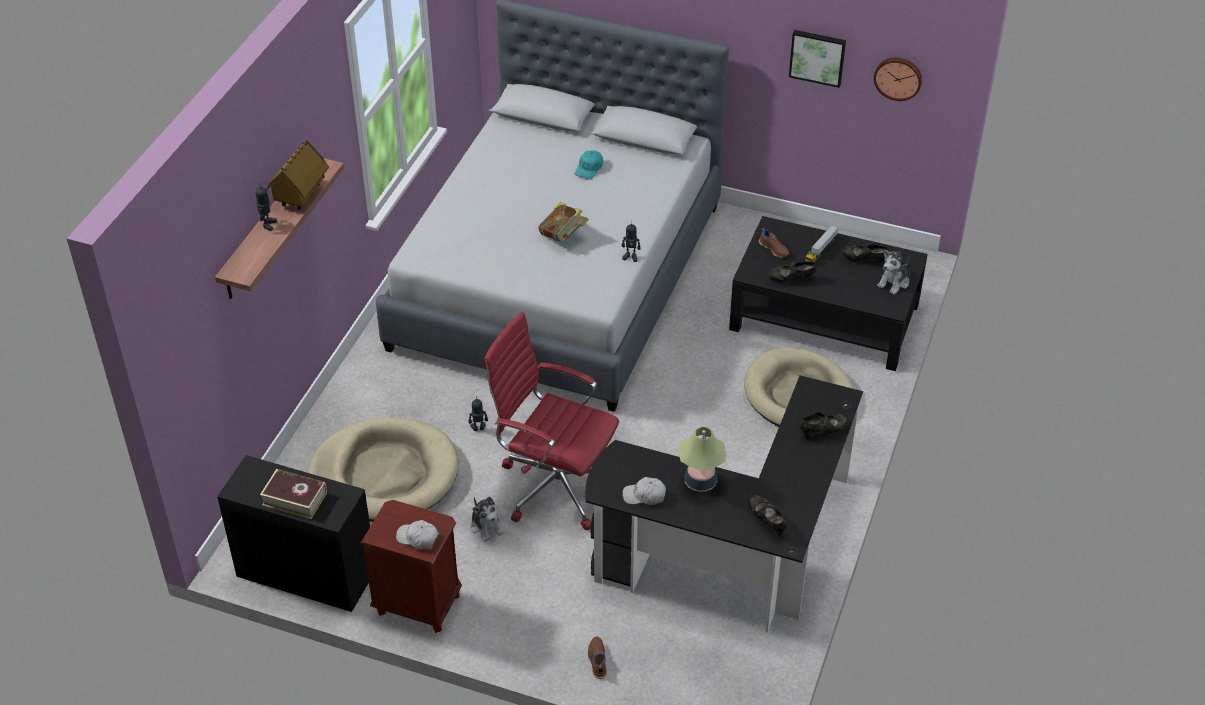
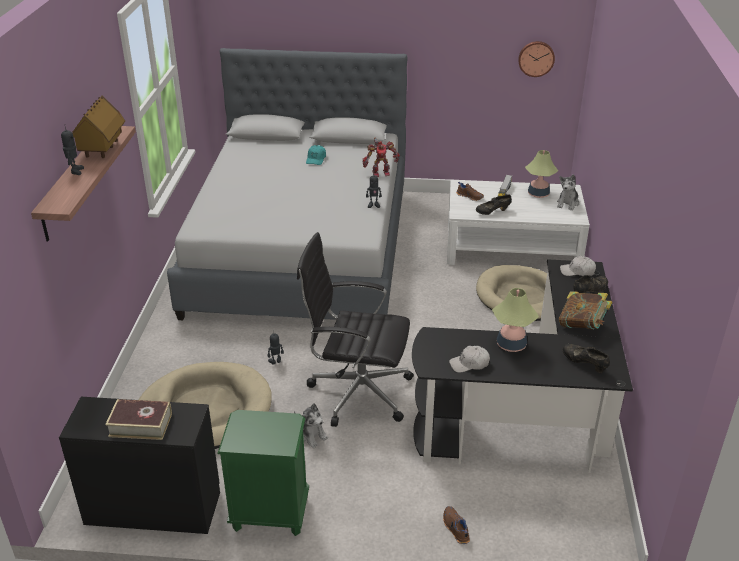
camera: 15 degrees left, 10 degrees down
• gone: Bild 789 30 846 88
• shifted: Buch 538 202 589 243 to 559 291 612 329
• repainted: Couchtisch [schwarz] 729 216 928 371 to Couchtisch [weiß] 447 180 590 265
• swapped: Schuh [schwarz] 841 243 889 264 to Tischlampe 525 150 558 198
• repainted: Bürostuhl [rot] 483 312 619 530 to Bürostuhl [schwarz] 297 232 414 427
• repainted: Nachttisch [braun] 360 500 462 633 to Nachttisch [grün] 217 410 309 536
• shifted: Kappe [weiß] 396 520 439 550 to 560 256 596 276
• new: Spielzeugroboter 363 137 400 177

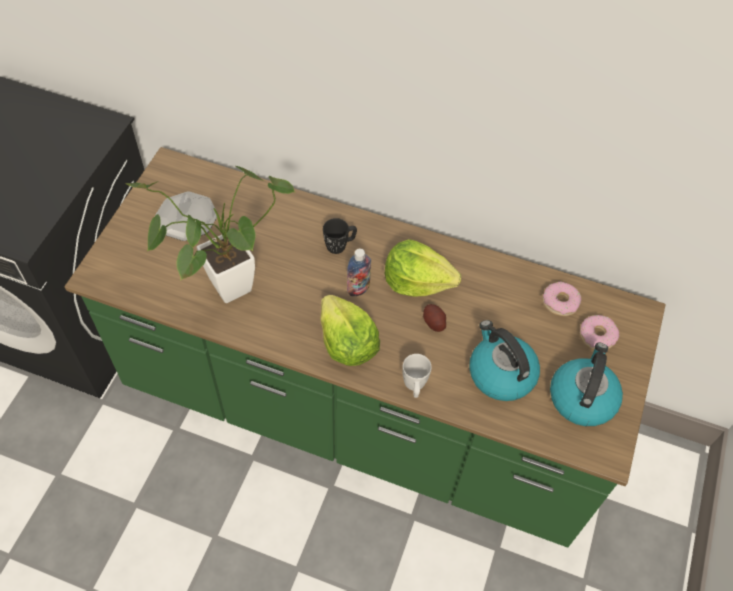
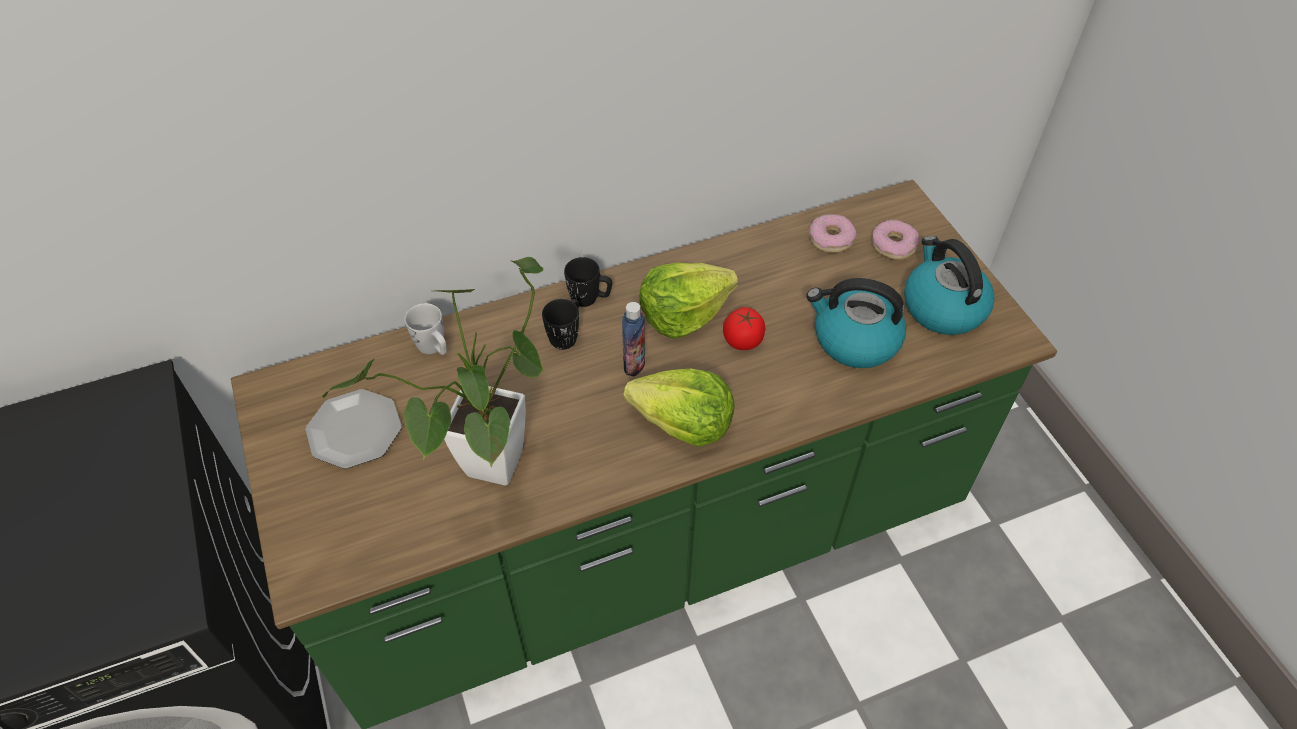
camera: 40 degrees left, 5 degrees down
• swapped: Kartoffel 423 304 446 332 to Tomate 723 307 766 350
• shifted: Henkelbecher [weiß] 403 354 432 398 to 405 303 447 355
• new: Henkelbecher [schwarz] 564 257 612 307

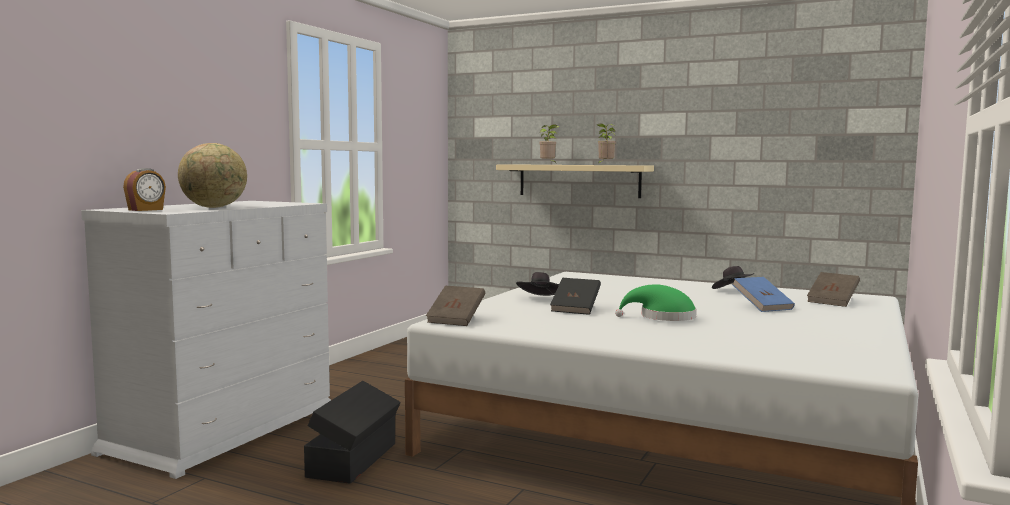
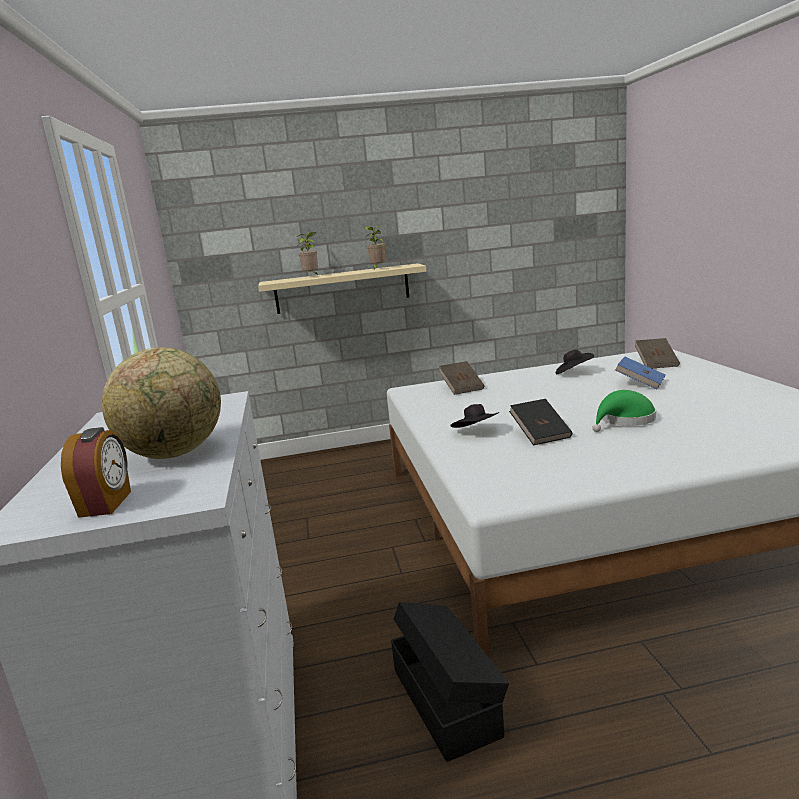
camera: 35 degrees left, 10 degrees up
• shifted: Buch [braun] 426 286 485 326 to 439 361 484 395

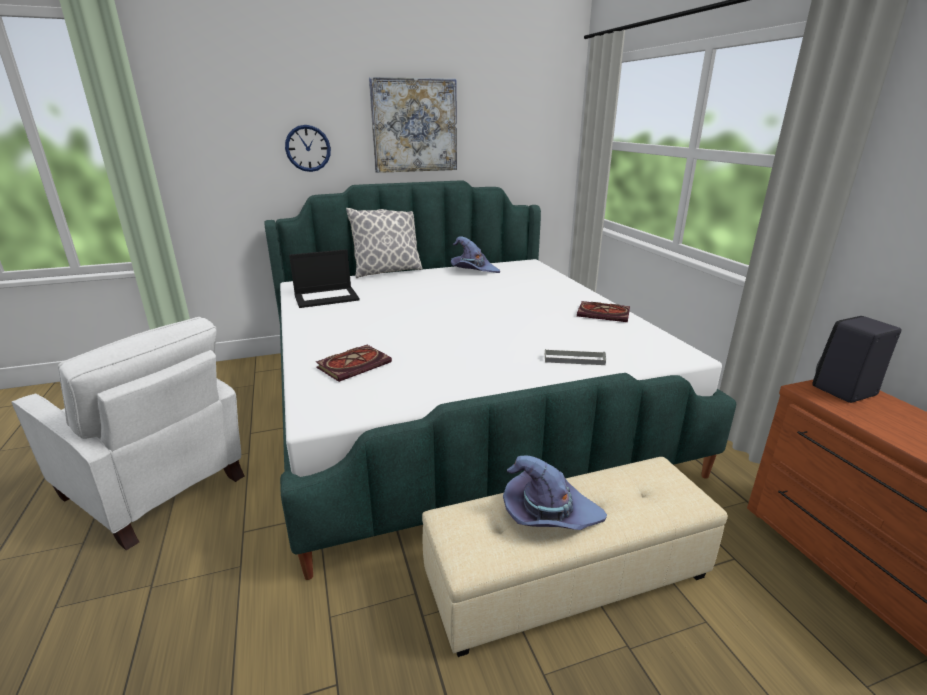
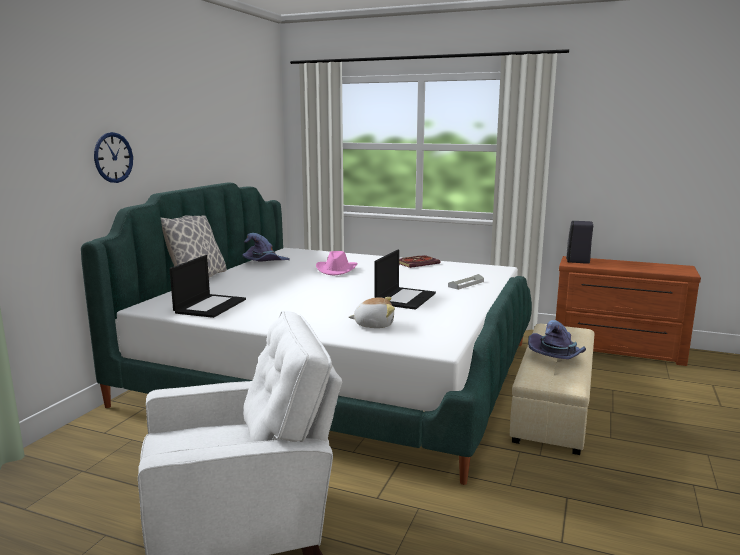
camera: 50 degrees left, 10 degrees down
• gone: Bild 369 77 457 173
• swapped: Buch 316 345 392 382 to Plüschtier 349 297 395 328
• new: Laptop 374 250 436 310
• new: Hut [rosa] 316 251 357 276

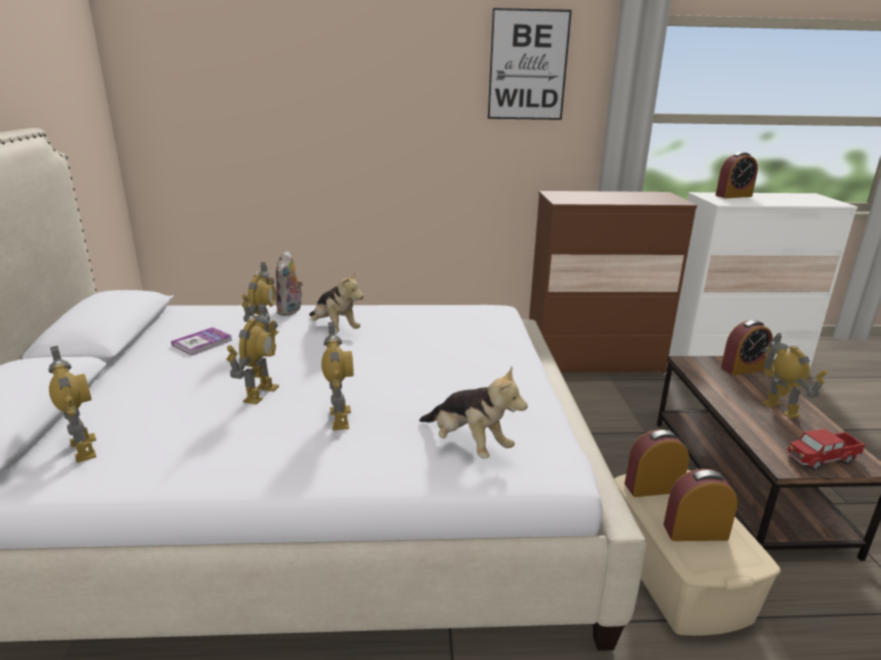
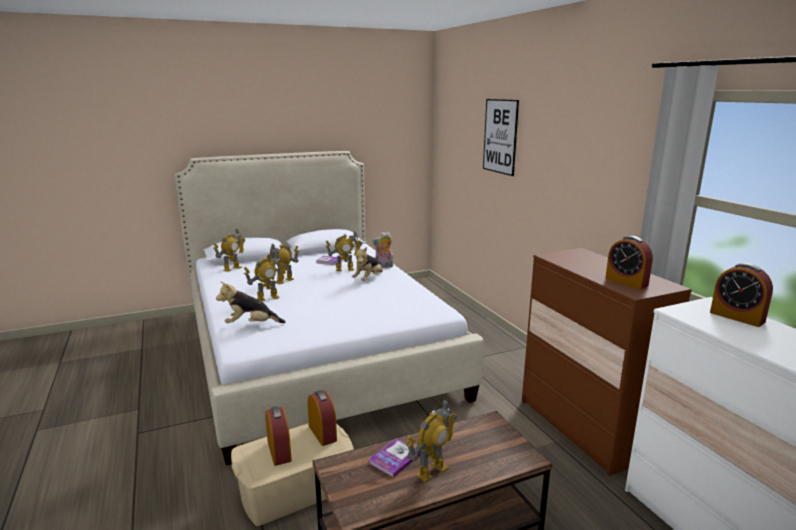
camera: 70 degrees right, 5 degrees down
• shifted: Bild 488 8 572 120 to 483 99 519 176
• rotated: Spielzeugroboter 227 303 279 404 = 267 244 299 284 135 degrees clockwise
• shifted: Wecker 721 320 773 376 to 605 236 653 289
• rotated: Plüschtier 419 367 528 459 = 216 281 286 323 60 degrees clockwise
• gone: Spielzeuglaster 786 429 865 471
• new: Buch 368 438 421 478

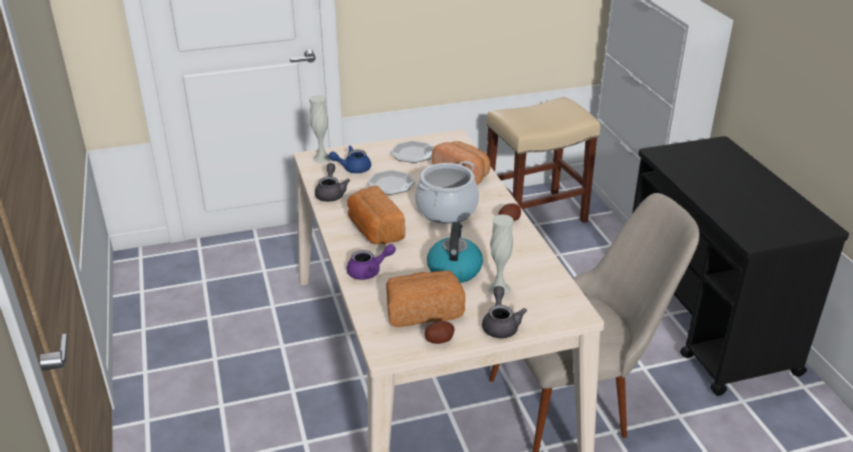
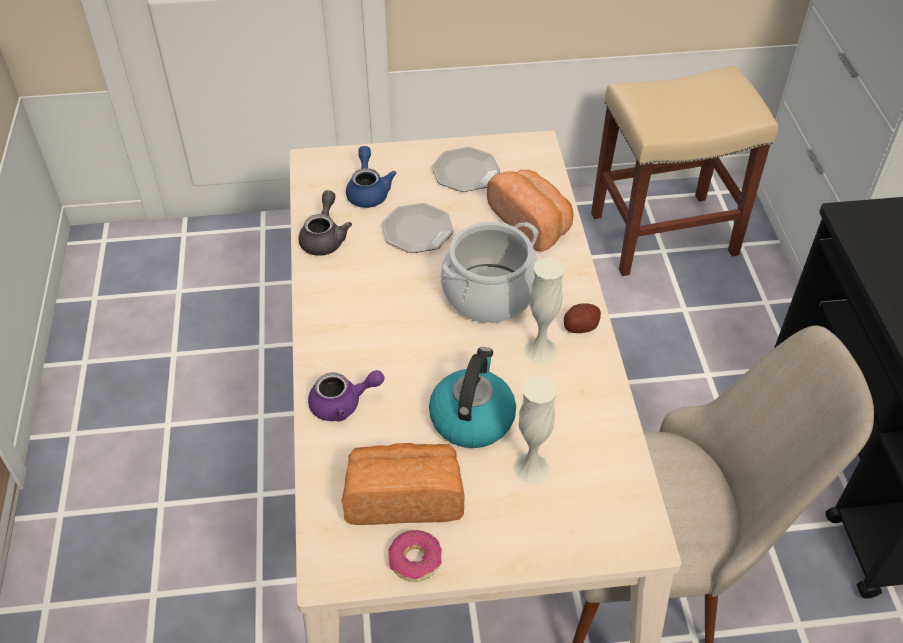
camera: 10 degrees right, 15 degrees up
• shifted: Vase [weiß] 309 95 330 163 to 524 258 565 363
• rotated: Teekanne [blau] 328 145 371 173 = 346 146 396 208 90 degrees clockwise
• gone: Brot 347 186 405 244
• gone: Teekanne [grau] 482 286 527 339
• swapped: Kartoffel 425 321 455 344 to Donut 388 530 442 582

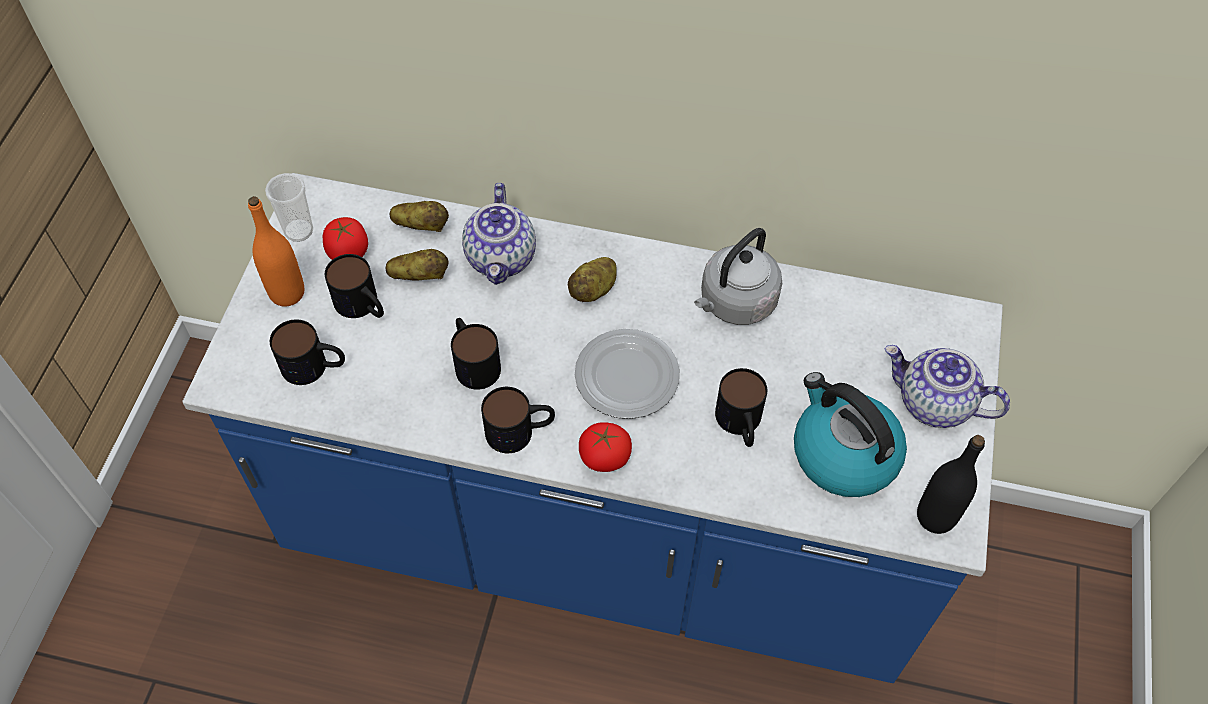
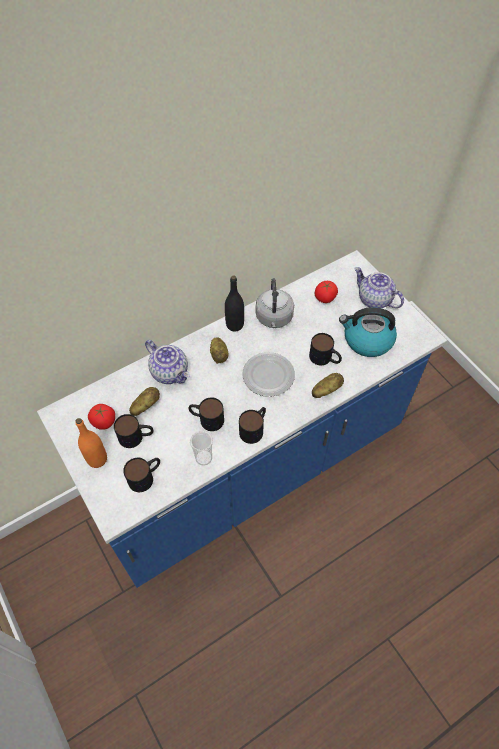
camera: 45 degrees left, 0 degrees up
• shifted: Tasse 265 173 313 242 to 190 431 213 465
• shifted: Kartoffel 390 201 449 232 to 312 373 344 398
• rotated: Teekanne 885 345 1010 428 = 354 267 404 308 60 degrees clockwise
• shifted: Tomate 579 422 632 472 to 315 281 338 303
• shifted: Flasche [schwarz] 917 435 985 534 to 225 275 244 331

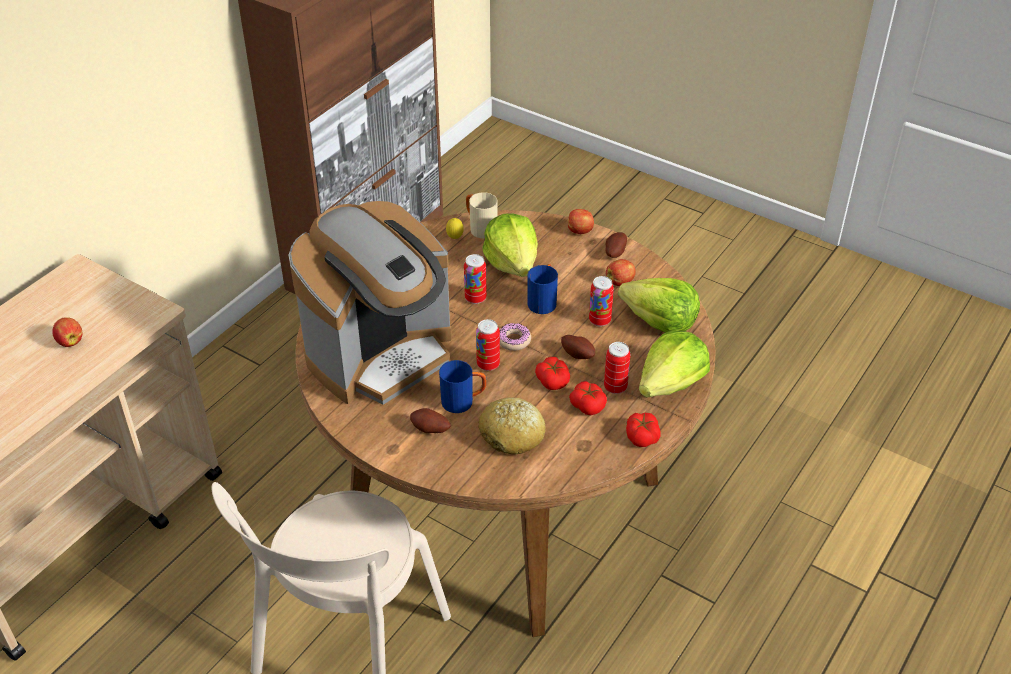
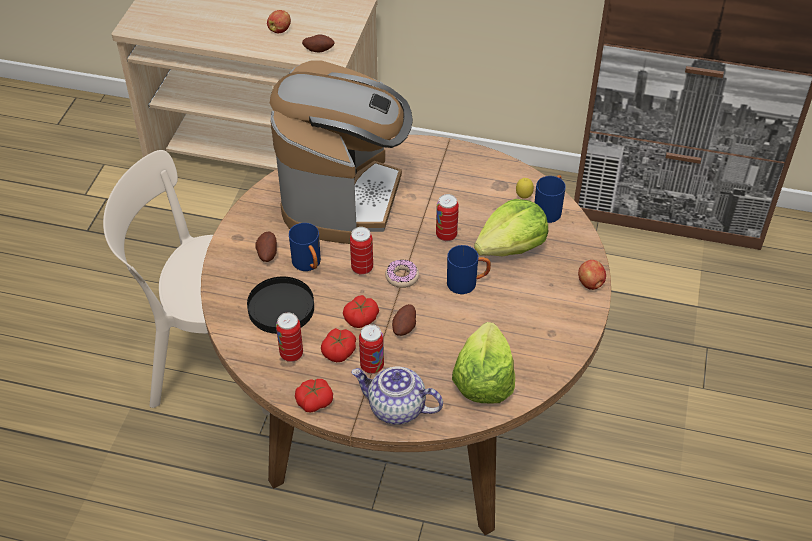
camera: 70 degrees right, 5 degrees up
• repainted: Henkelbecher [beige] 466 192 497 239 to Henkelbecher [blau] 535 175 566 223
• rotated: Kaffeemaschine 289 201 452 405 = 270 61 413 244 105 degrees counterclockwise
• shifted: Kartoffel 606 232 627 258 to 302 34 335 52
• gone: Apfel 606 259 636 286
• shifted: Dose 589 276 614 327 to 276 313 303 362
• swapped: Salatkopf 639 331 710 397 to Teekanne 351 367 443 425
• swapped: Brot 478 398 546 454 to Teller [schwarz] 247 277 314 334

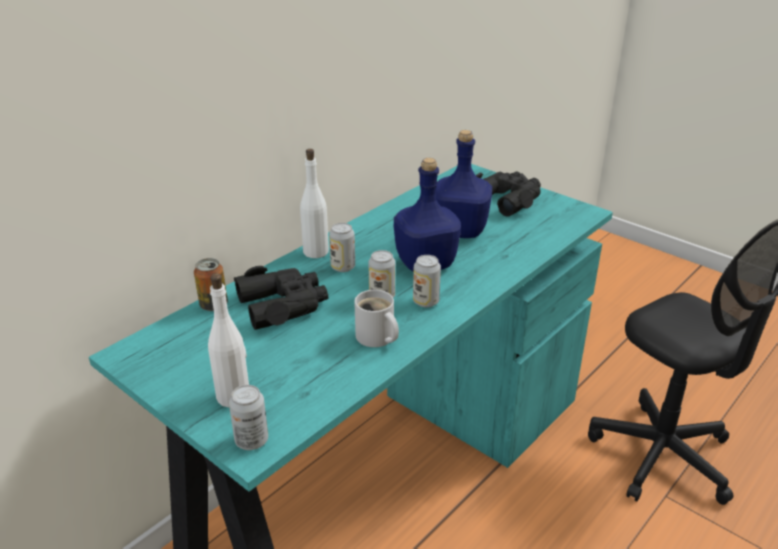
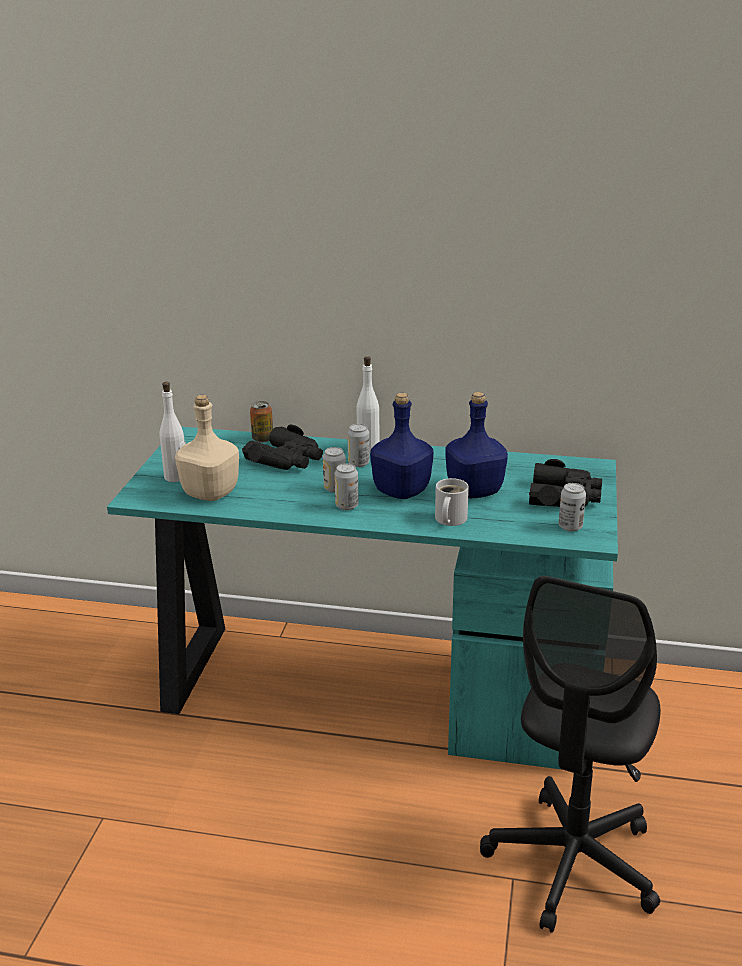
camera: 60 degrees right, 5 degrees down
• shifted: Henkelbecher [weiß] 354 290 399 347 to 435 478 469 526
• shifted: Dose 229 385 268 450 to 559 483 586 531
• new: Flasche [beige] 175 395 239 501

